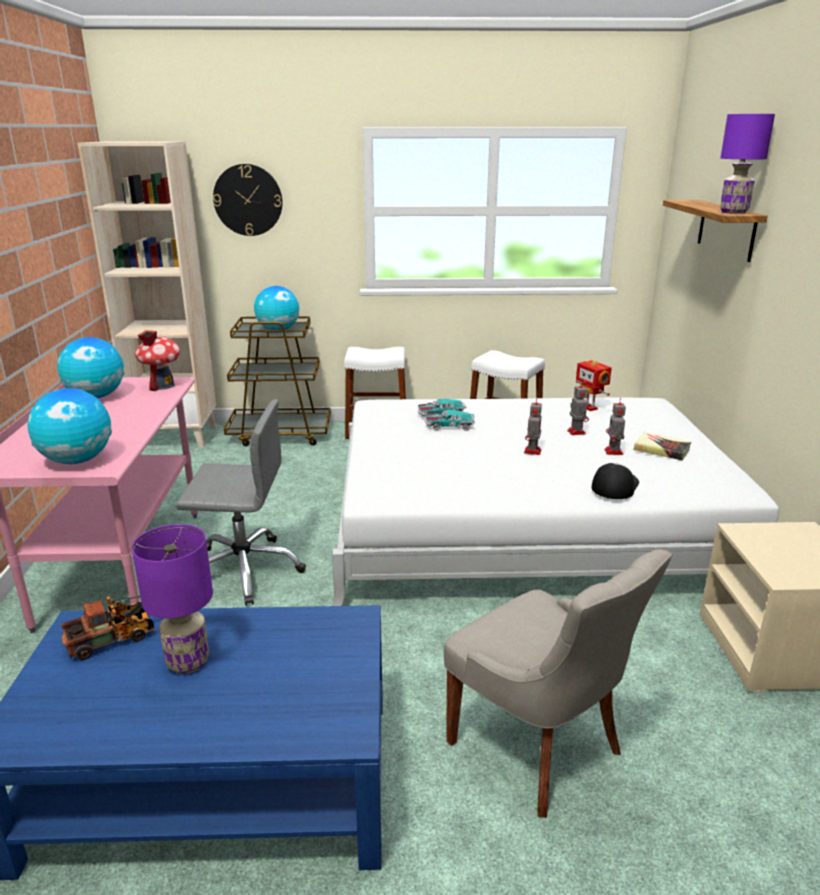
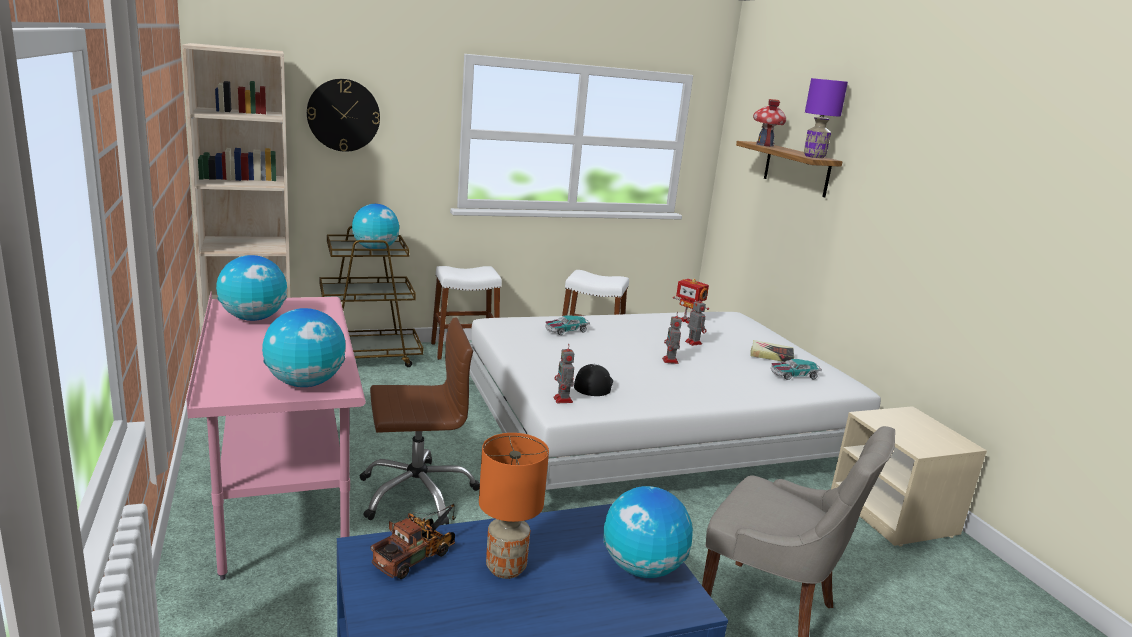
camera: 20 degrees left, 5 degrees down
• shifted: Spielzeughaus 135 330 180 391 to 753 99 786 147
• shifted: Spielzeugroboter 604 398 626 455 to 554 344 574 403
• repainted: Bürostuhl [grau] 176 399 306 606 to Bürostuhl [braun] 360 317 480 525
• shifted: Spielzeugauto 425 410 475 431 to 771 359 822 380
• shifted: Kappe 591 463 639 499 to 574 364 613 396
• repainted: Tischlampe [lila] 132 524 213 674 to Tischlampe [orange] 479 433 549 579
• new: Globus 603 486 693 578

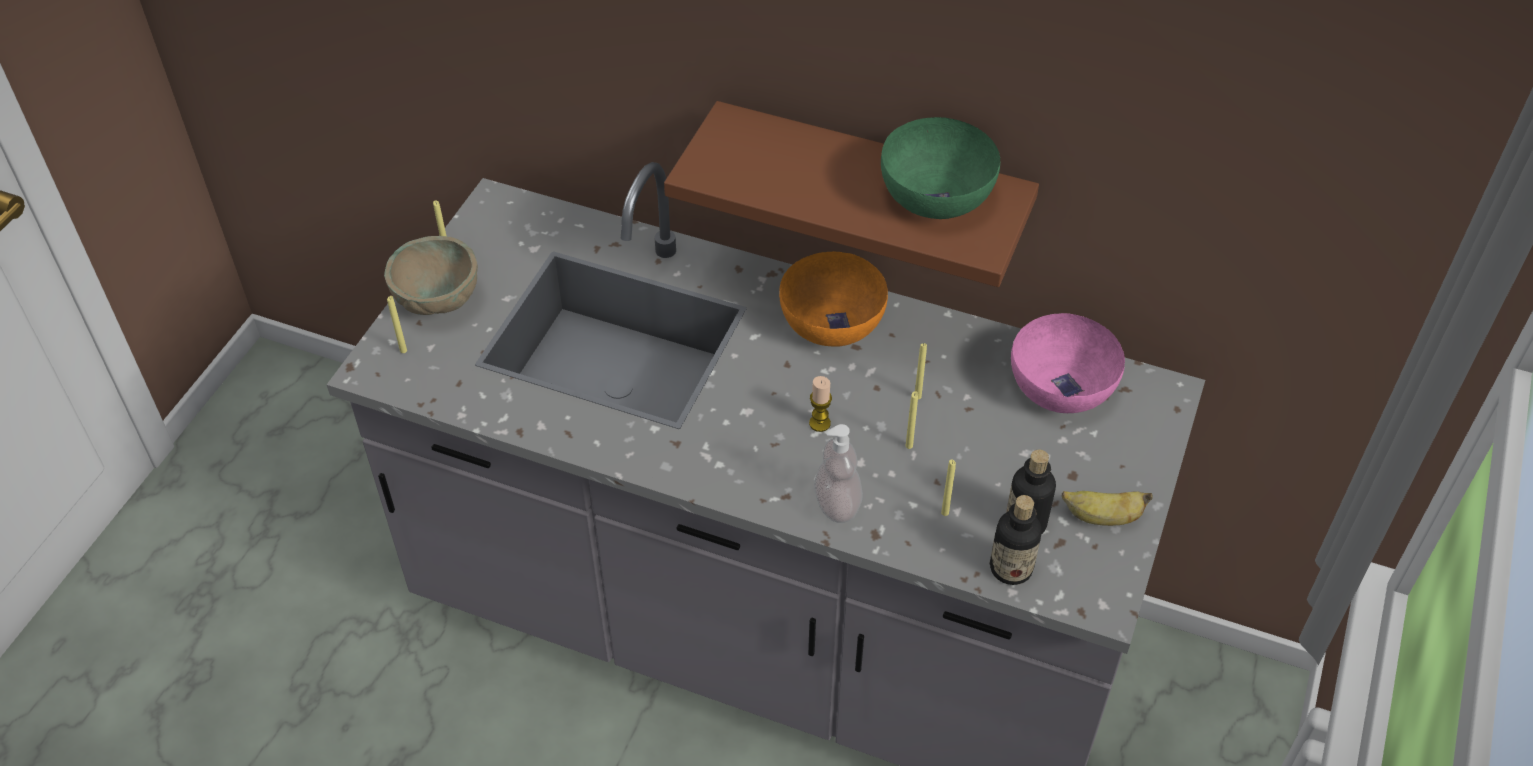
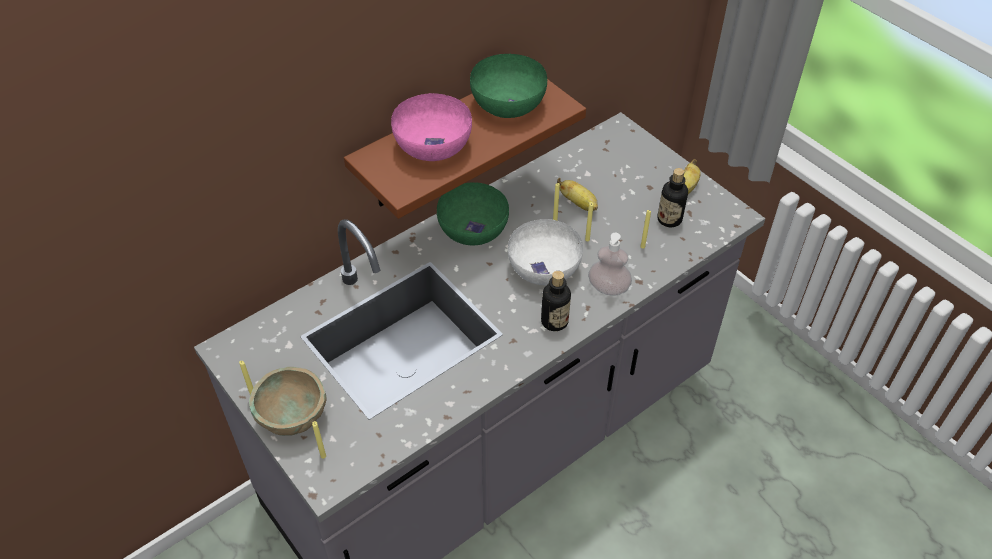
camera: 60 degrees left, 0 degrees up
• repainted: Schüssel [orange] 779 252 888 347 to Schüssel [grün] 437 183 509 245
• shifted: Schüssel [rosa] 1011 313 1125 413 to 391 93 472 161
• swapped: Kerze 809 376 832 432 to Schüssel [weiß] 508 219 583 285
• shifted: Flasche 989 495 1042 585 to 541 271 571 331
• new: Banane 557 178 598 211

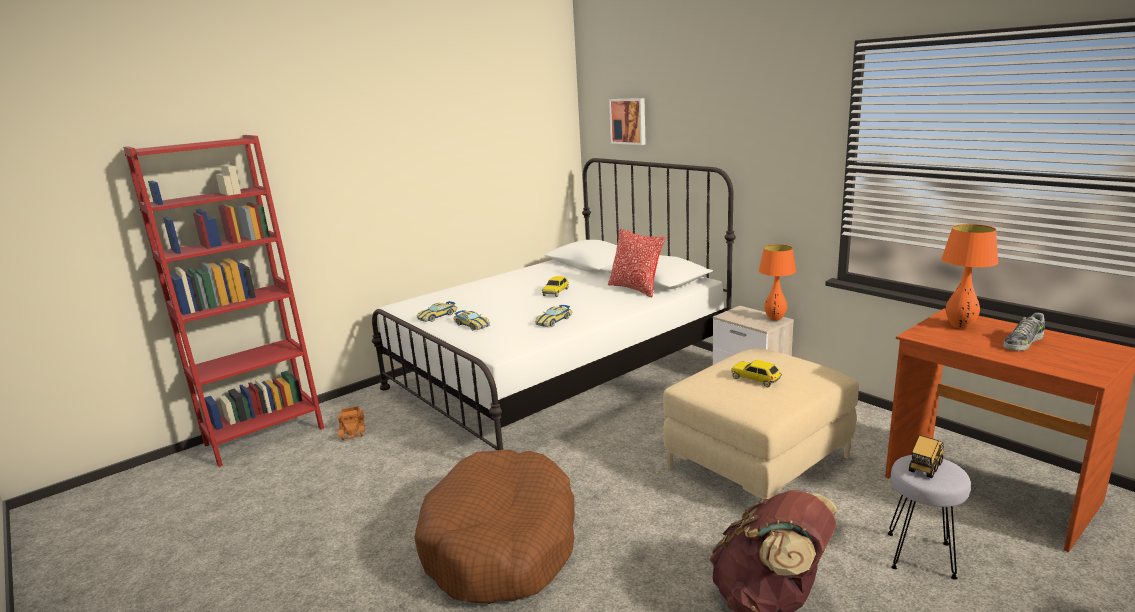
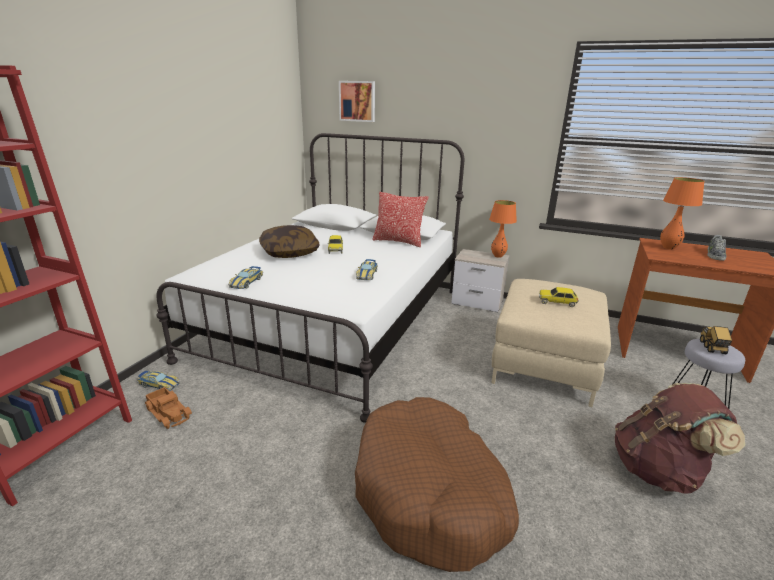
camera: 30 degrees left, 5 degrees up
• shifted: Spielzeugauto 453 310 490 330 to 137 371 180 391
• new: Kissen 259 225 320 258

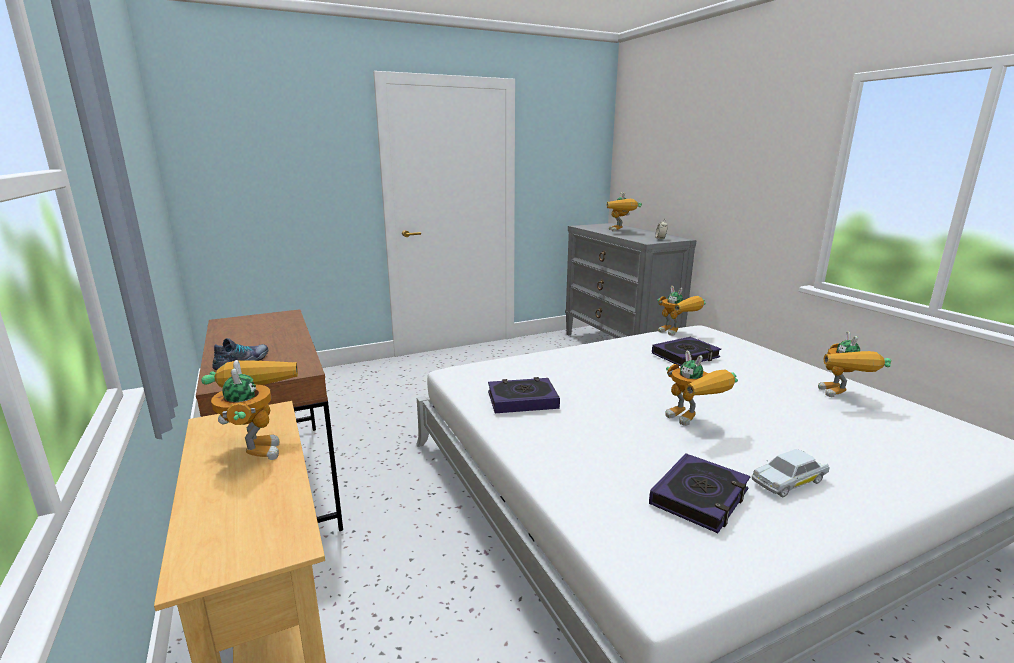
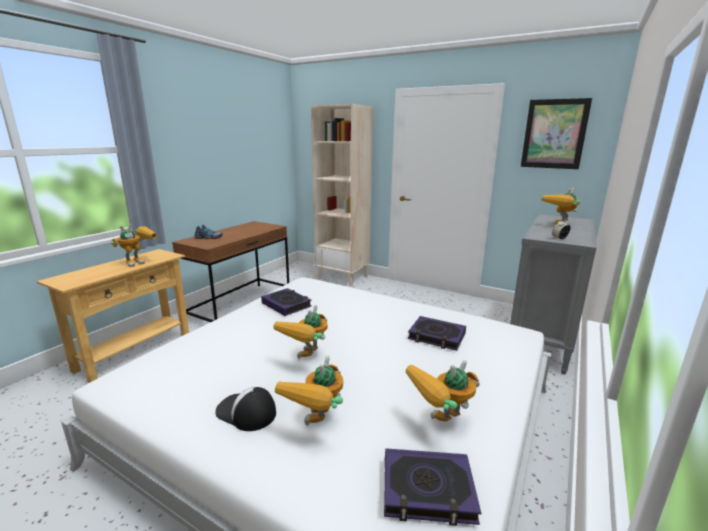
camera: 55 degrees right, 0 degrees up
• shifted: Spielzeugroboter 657 286 706 336 to 275 355 343 425
• swapped: Spielzeugauto [weiß] 752 449 829 497 to Kappe 215 387 276 431
• shifted: Buch 649 453 750 533 to 384 448 481 526
• new: Bild 521 98 592 169
• new: Bücherregal [beige] 311 104 373 286

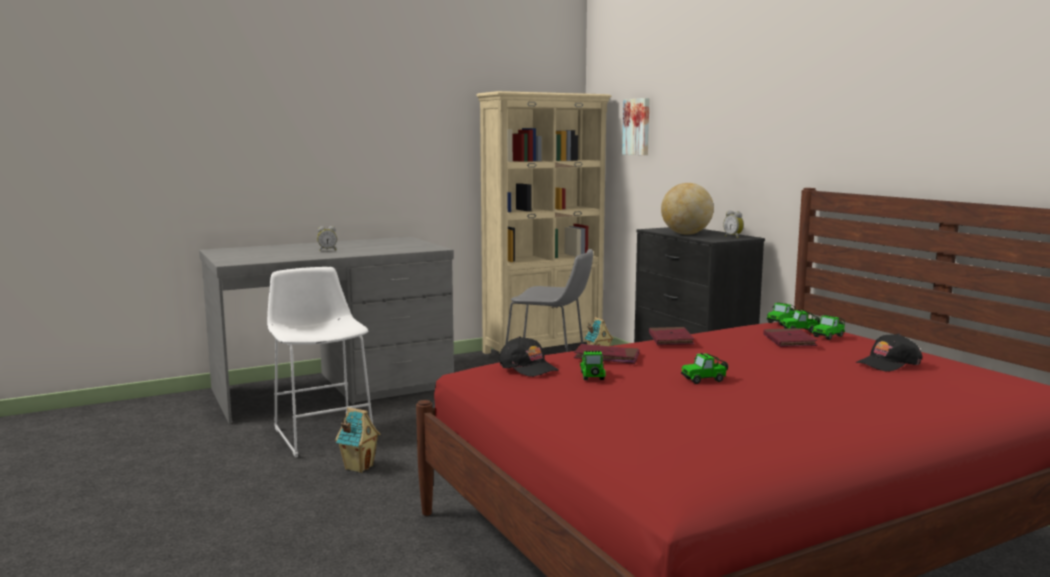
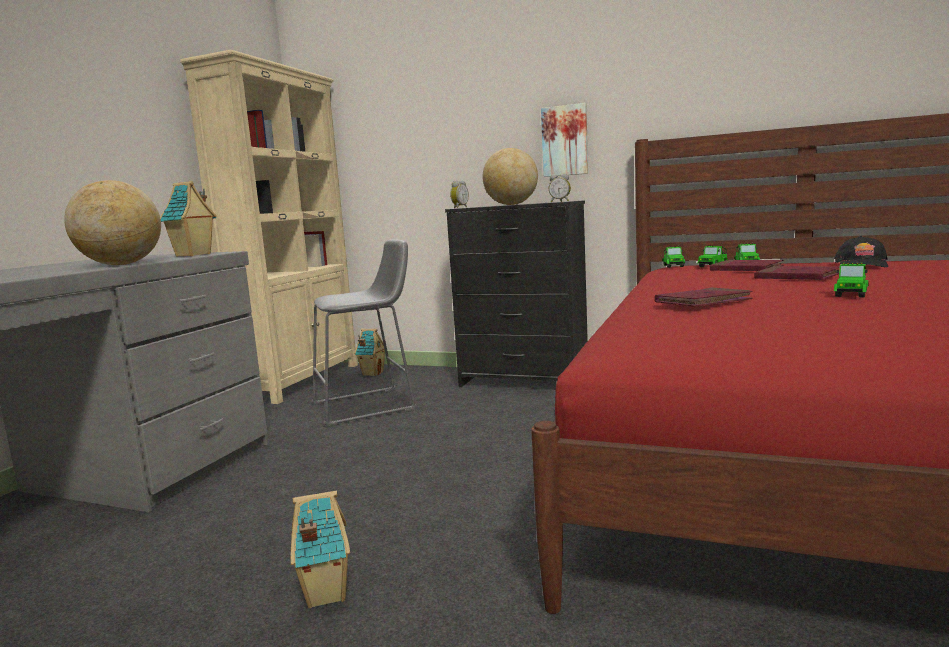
camera: 40 degrees left, 0 degrees up
• shifted: Bild 622 98 650 155 to 541 103 588 177
• shifted: Wecker 317 226 337 251 to 450 180 469 208
• gone: Hocker [weiß] 267 267 373 457
• shifted: Buch [rot] 649 327 695 345 to 754 266 840 280
• gone: Kappe [schwarz] 499 336 558 377
• gone: Spielzeugauto 580 351 606 380
• new: Globus 64 180 161 265
• new: Spielzeughaus 160 181 216 257

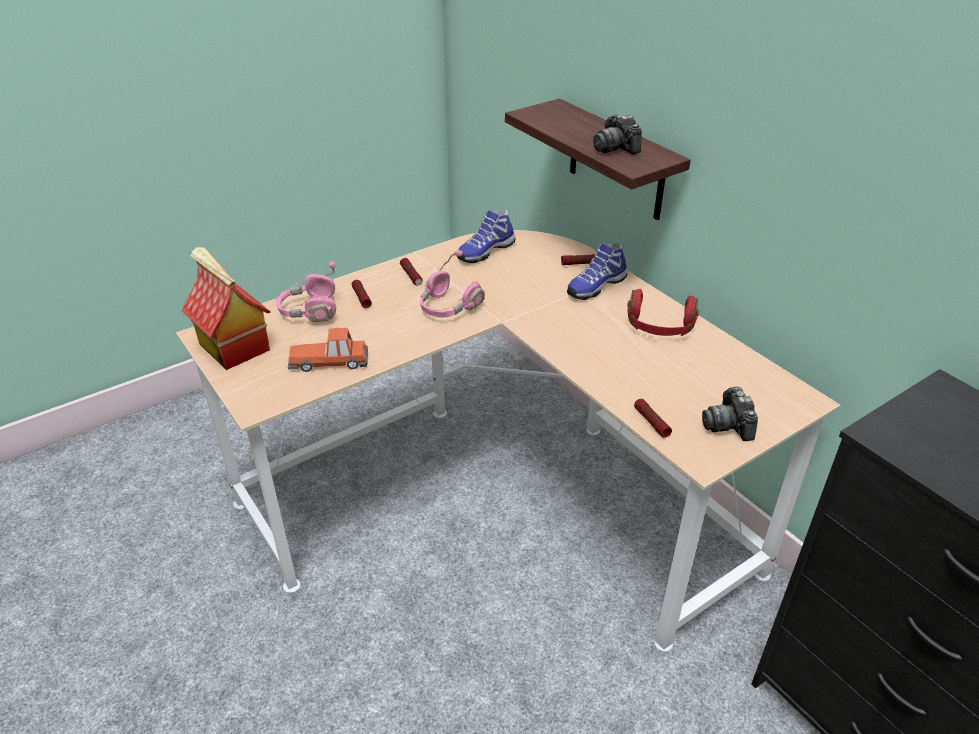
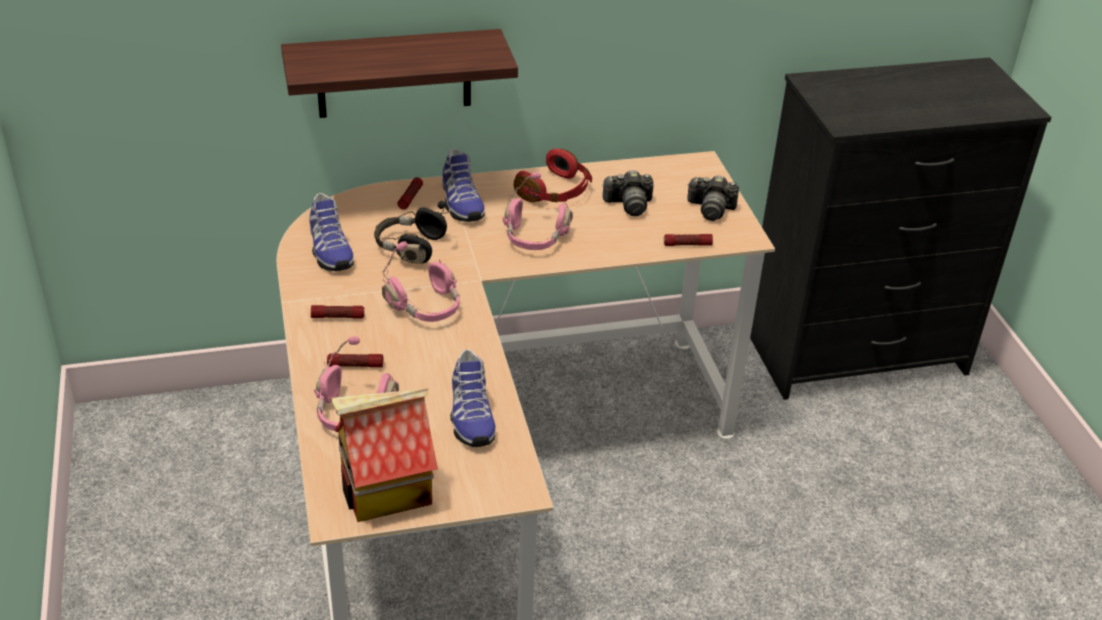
camera: 70 degrees left, 0 degrees up
• shifted: Kamera 593 115 642 155 to 602 170 654 216
• swapped: Spielzeugauto 288 328 368 372 to Schuh 450 349 496 447
• new: Kopfhörer [rosa] 502 172 573 250
• new: Kopfhörer [schwarz] 374 201 449 264

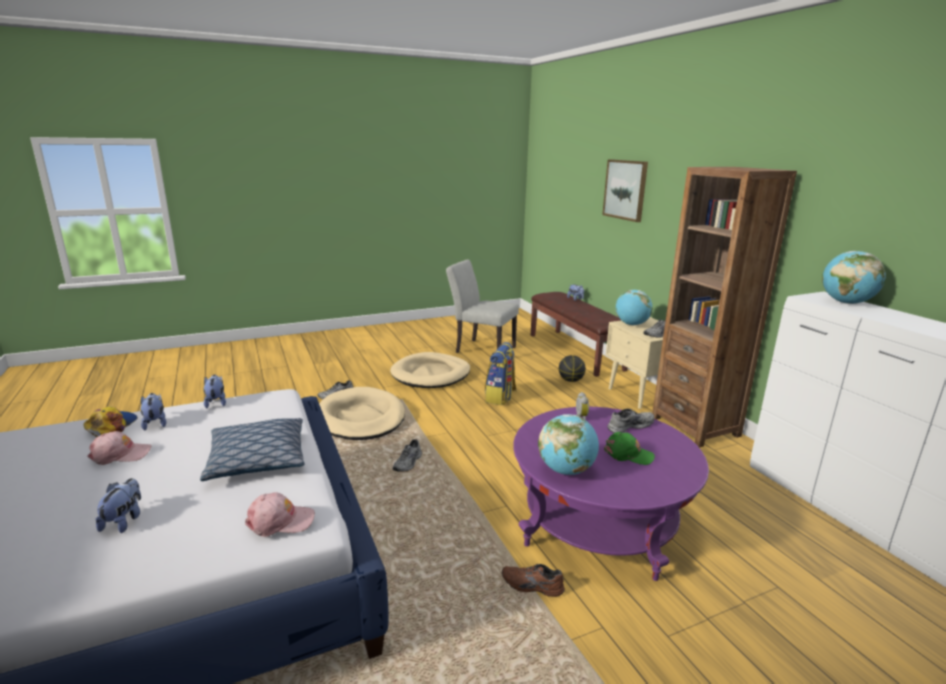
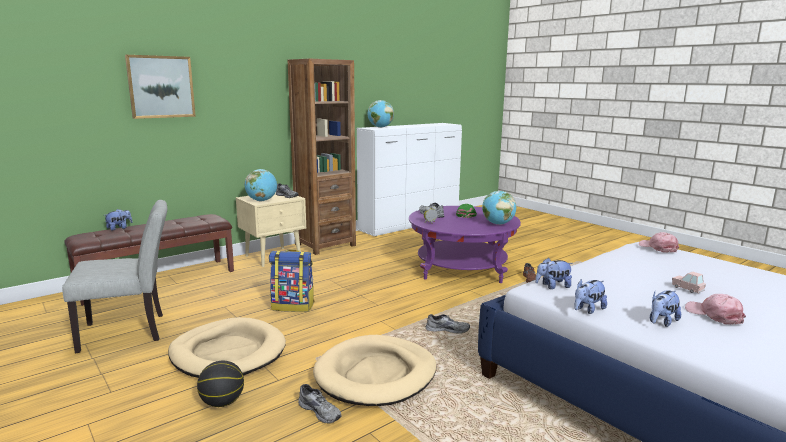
camera: 105 degrees left, 5 degrees down
• rotated: Stuhl [grau] 446 259 519 353 = 62 200 167 353 120 degrees counterclockwise
• shifted: Basketball 559 355 586 382 to 197 361 244 407
• gone: Kappe 83 407 137 437
• gone: Kissen 200 418 305 481
• shifted: Plüschtier 95 478 141 533 to 535 257 573 289
• new: Spielzeugauto [rosa] 672 272 706 293

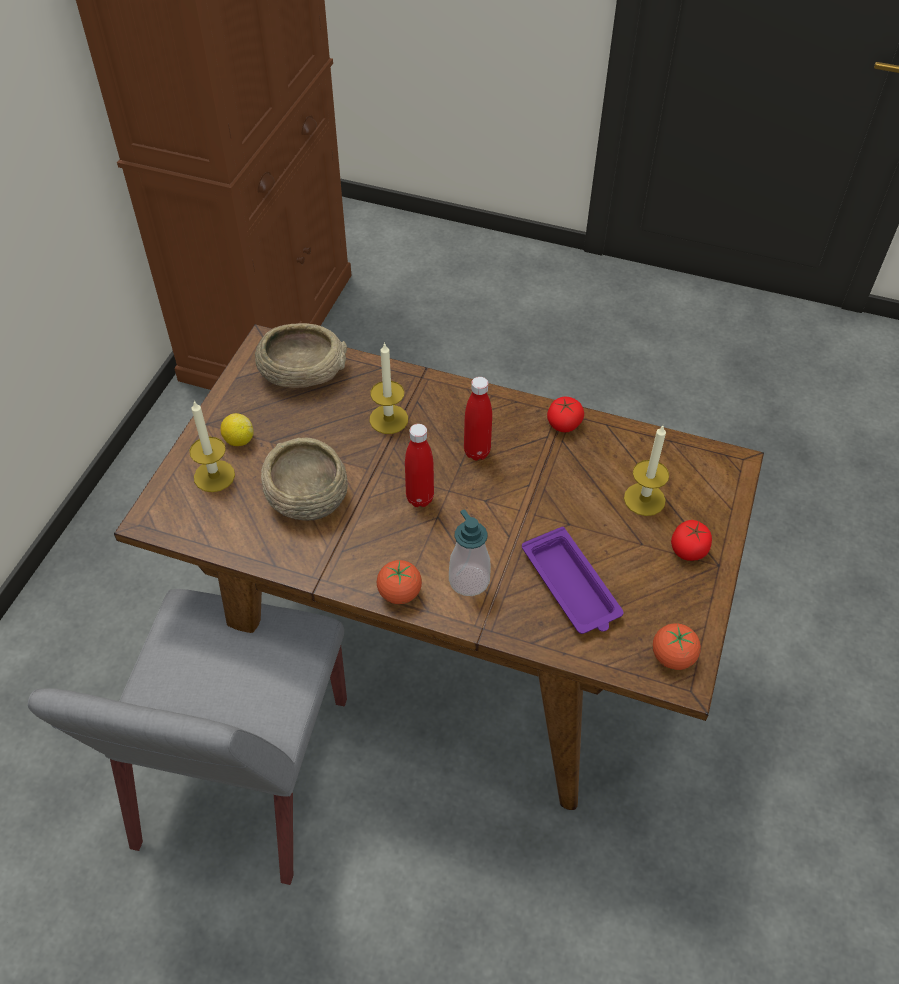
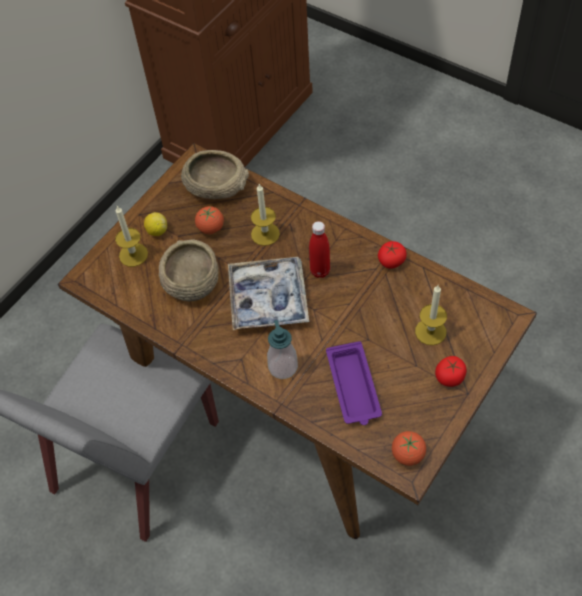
camera: 20 degrees right, 5 degrees up
• swapped: Flasche [rot] 405 424 434 507 to Tablett 228 257 309 330
• shifted: Tomate 377 560 422 604 to 195 206 224 234

